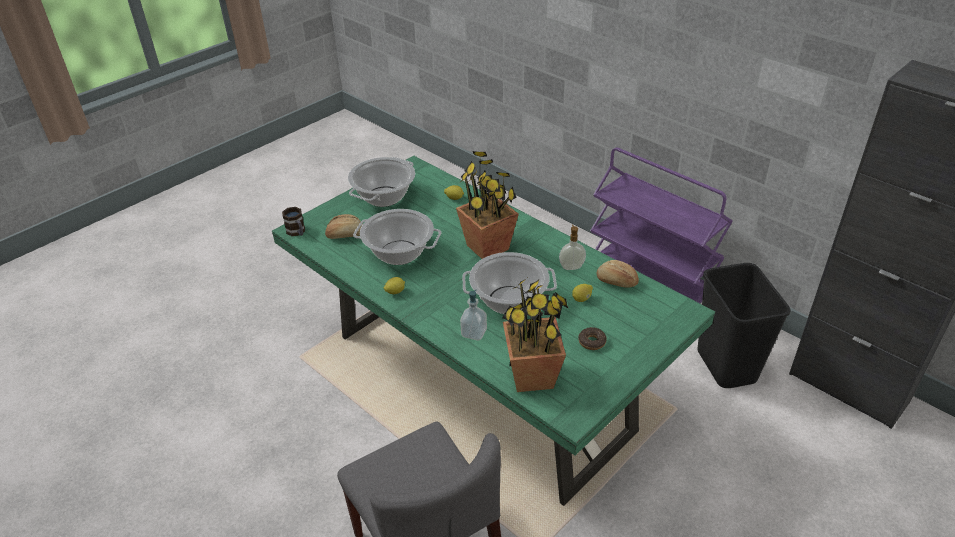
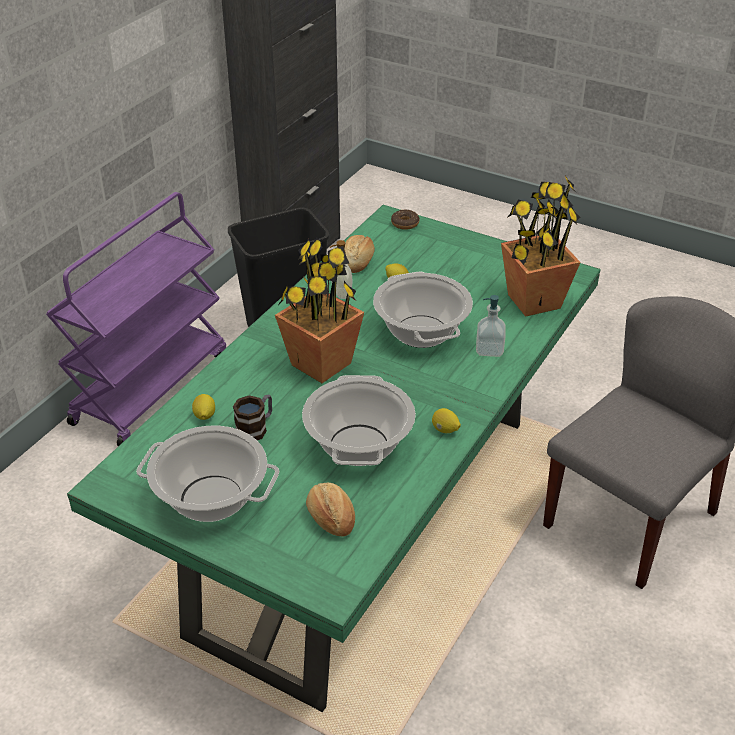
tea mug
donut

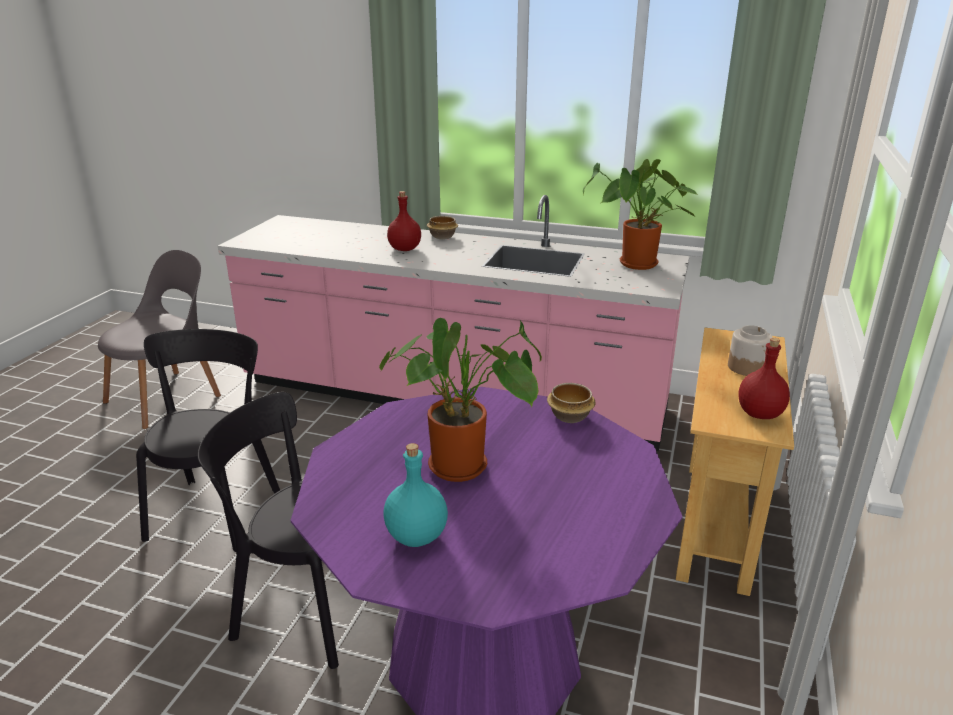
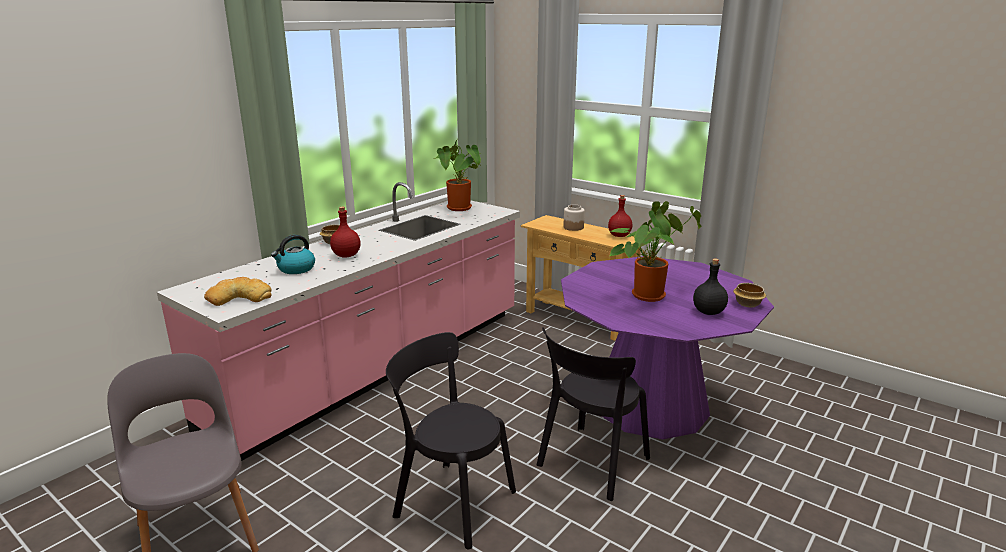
bread
kettle
deep dish (no. 2 from left)
drink bottle (black)

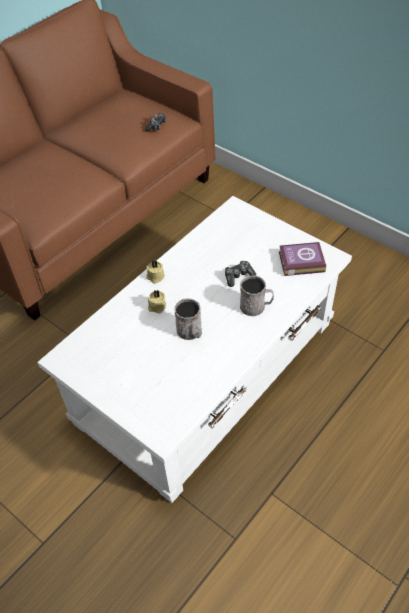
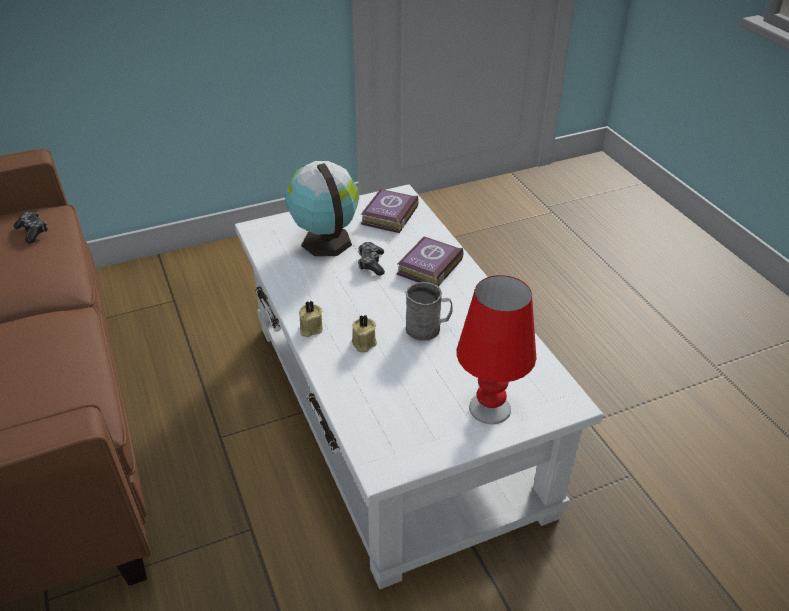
desk globe
table lamp (reddish)
volume (no. 2 from left)

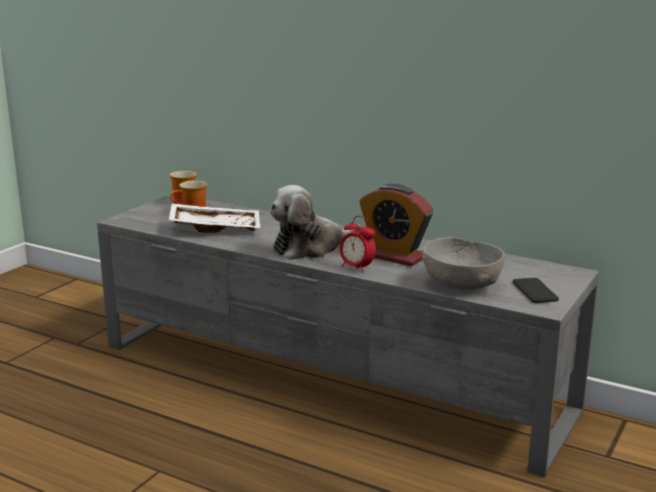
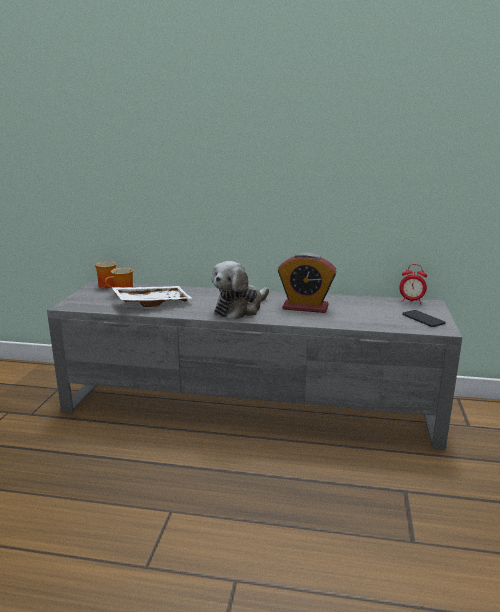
deep dish (grey)
table clock (no. 2 from left)

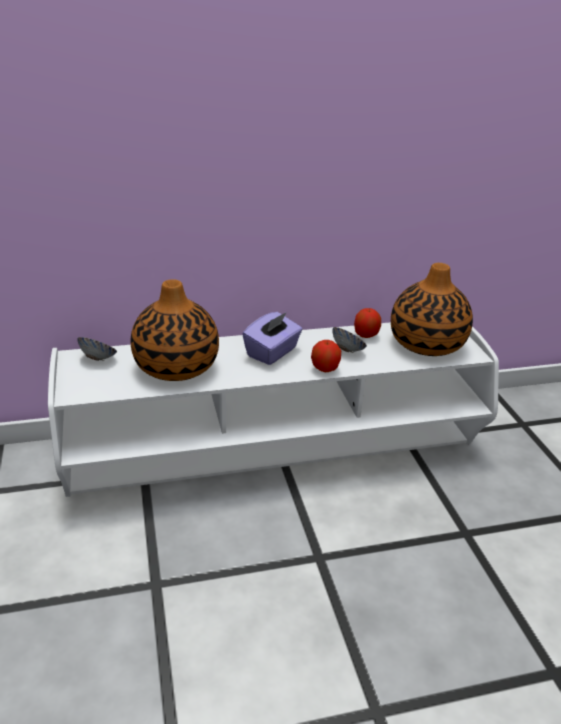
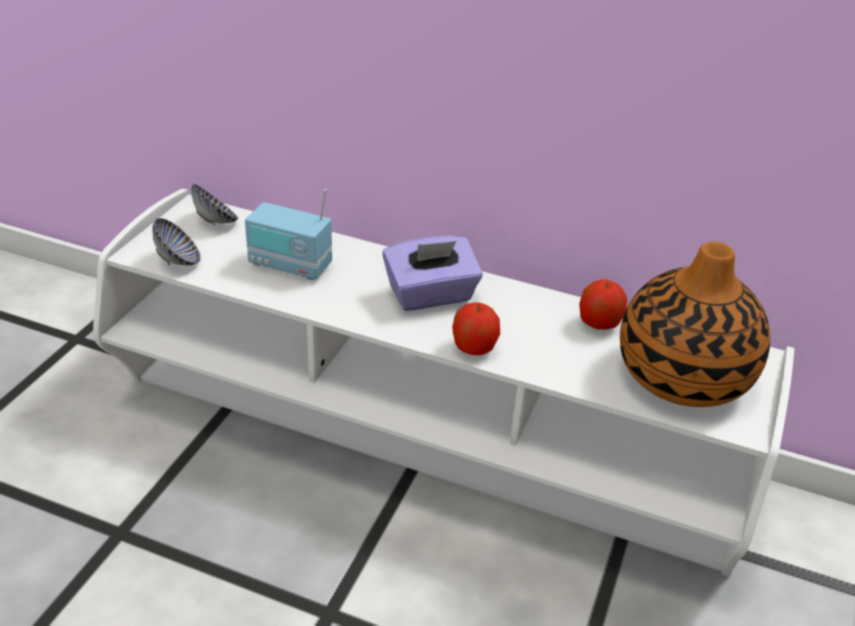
deep dish (no. 1 from left)
radio receiver

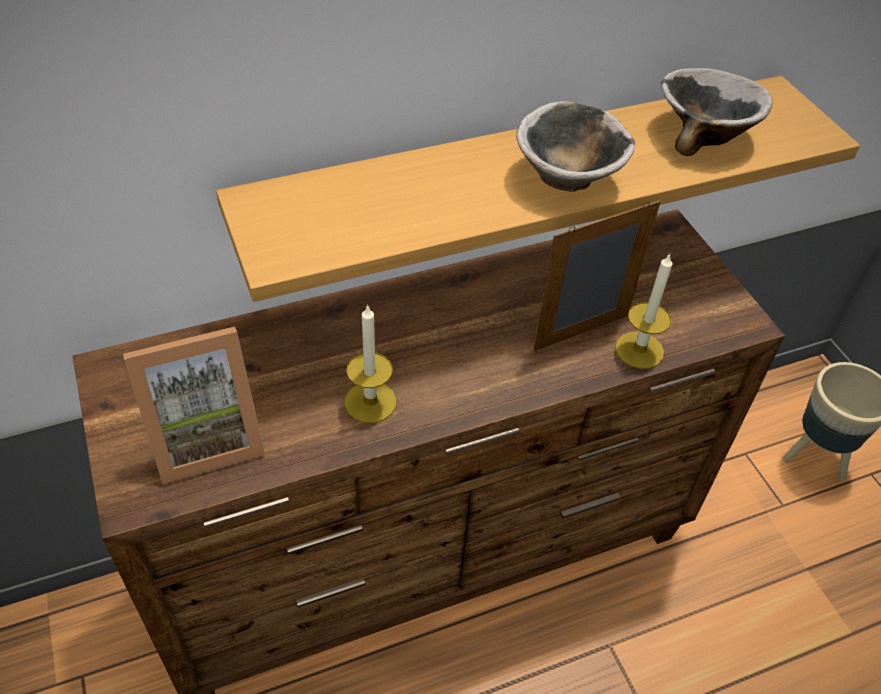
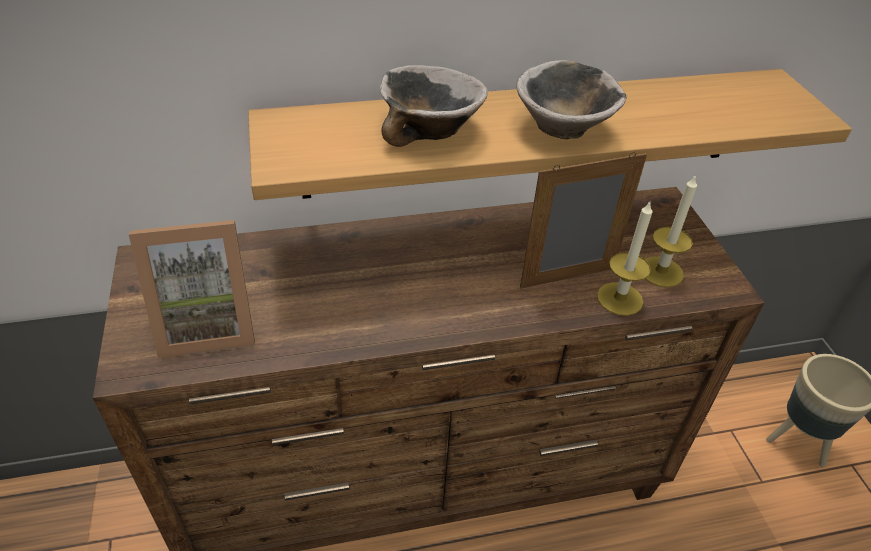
wax candle (no. 2 from left)
deep dish (no. 1 from left)

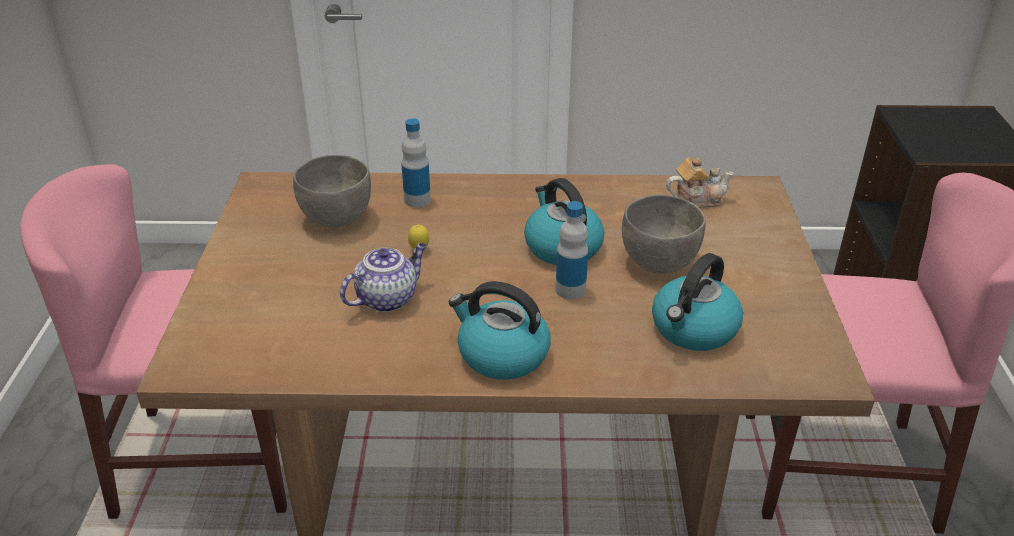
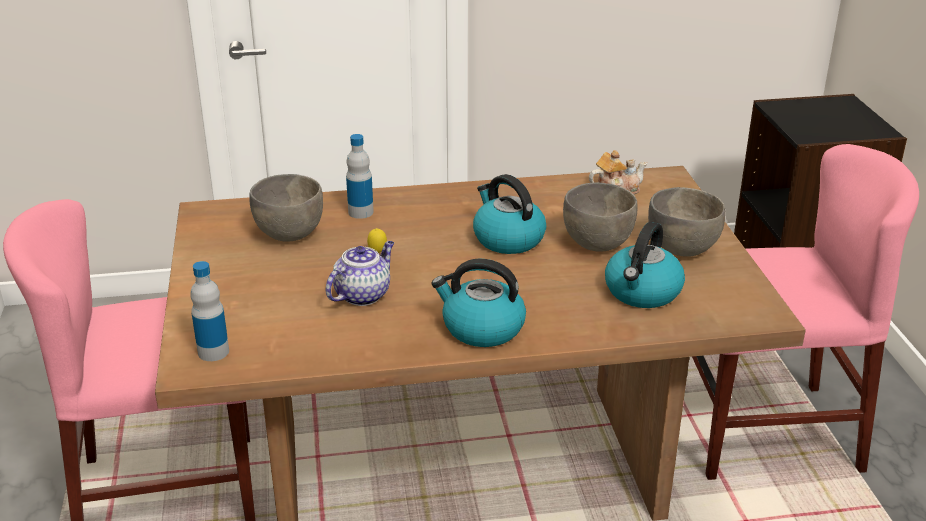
deep dish (grey) (no. 3 from left)
drink bottle (no. 1 from left)

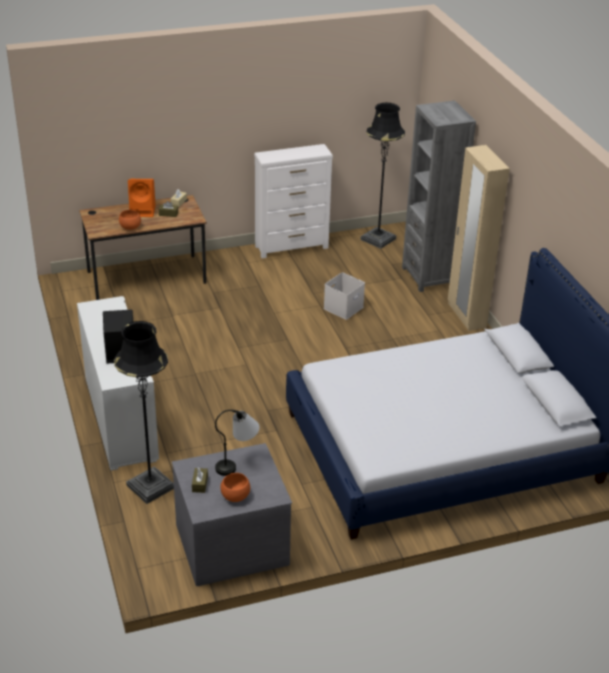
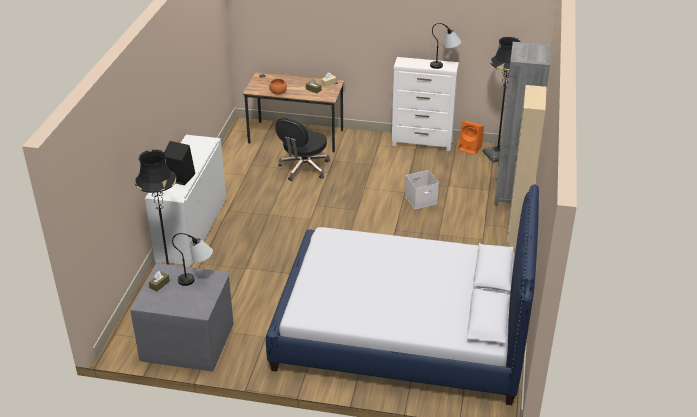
deep dish (orange) (no. 2 from left in the first image)
computer chair (black)
table lamp (no. 2 from left)
speaker (orange)

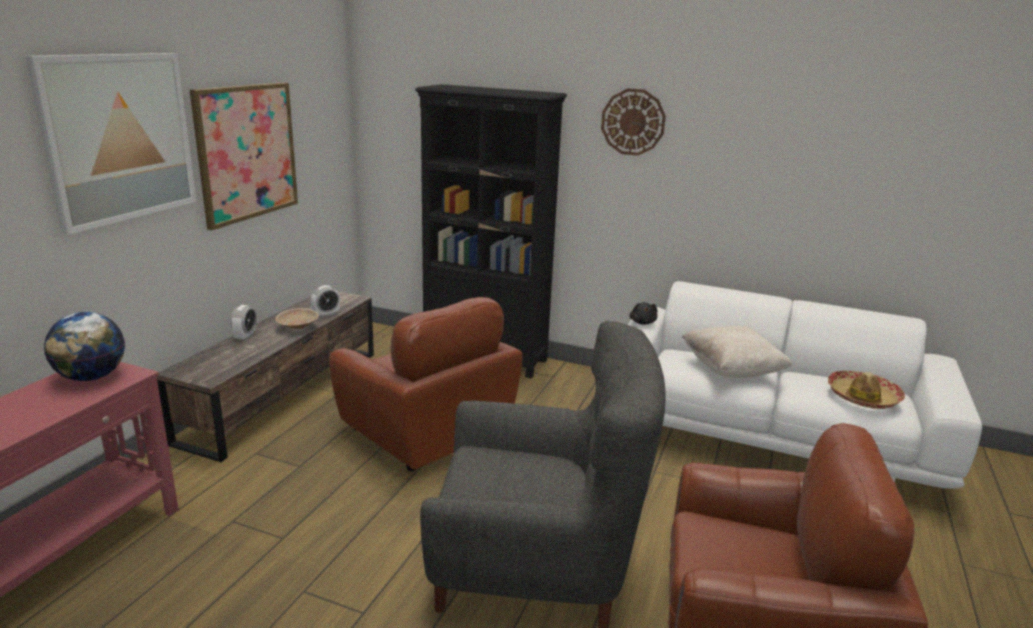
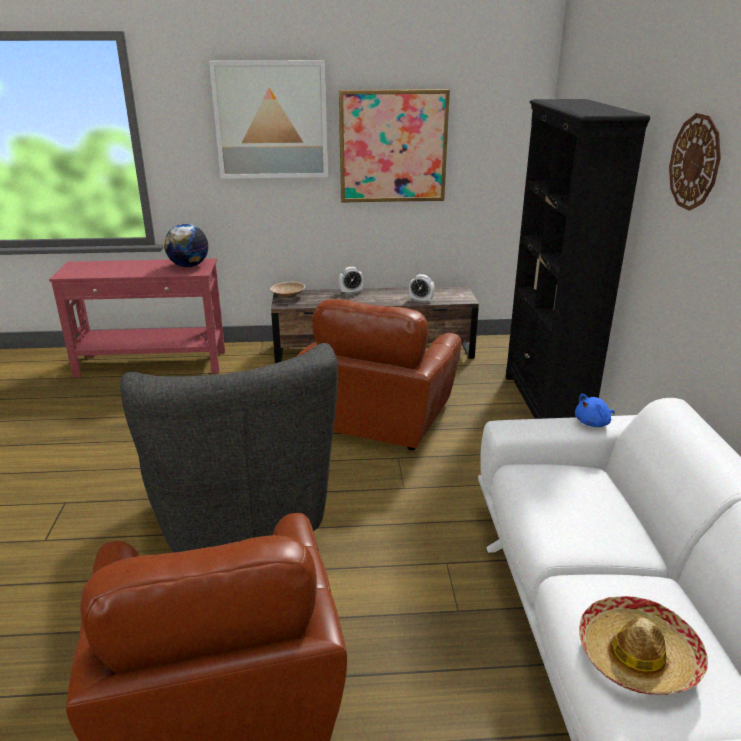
pillow (beige)
deep dish (beige)
cuddly toy (bluish)

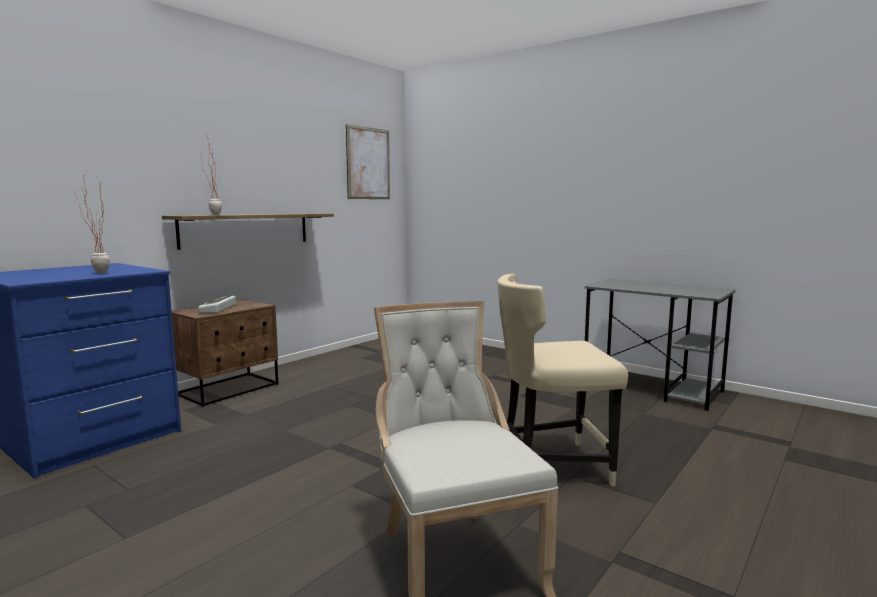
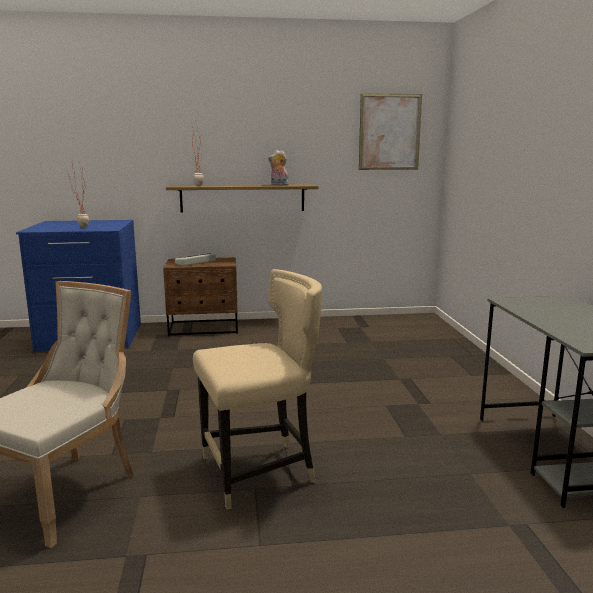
cuddly toy
upright chair (beige) (no. 2 from left)

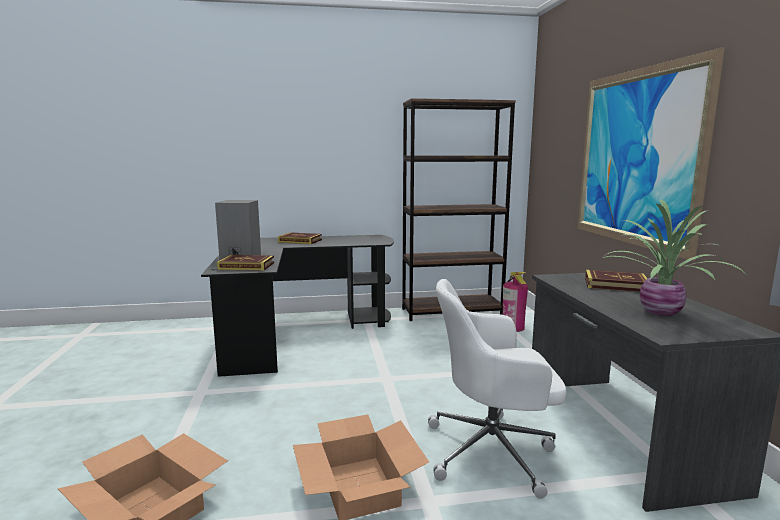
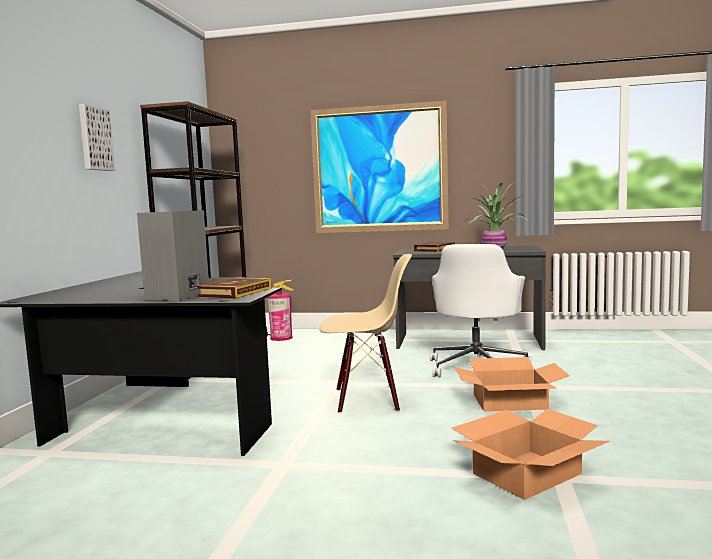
volume (no. 2 from left in the first image)
picture (no. 1 from left)
upright chair (beige)

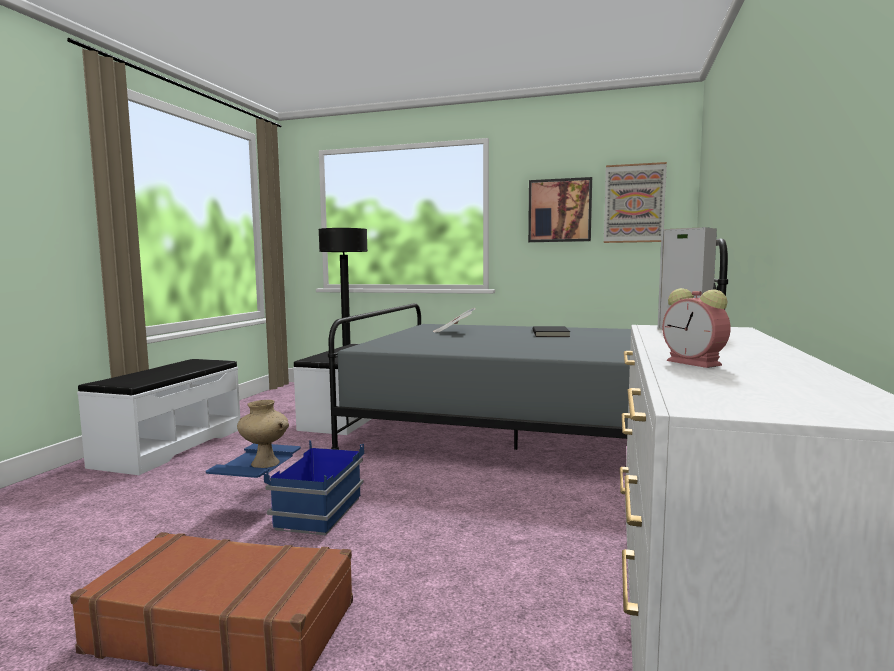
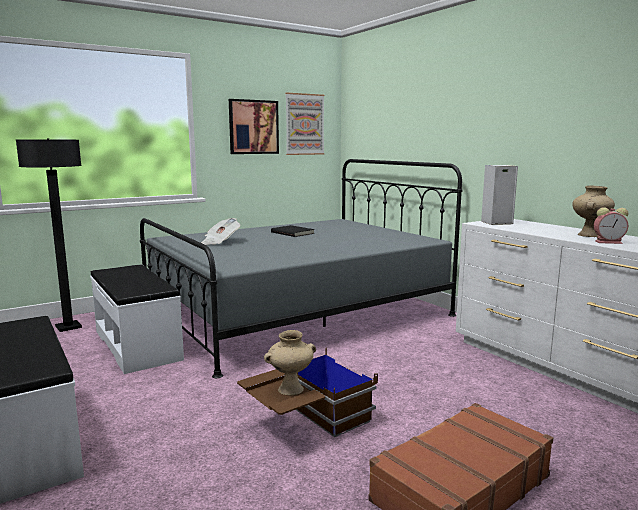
vase (beige) (no. 2 from left)
storage container (brownish)

